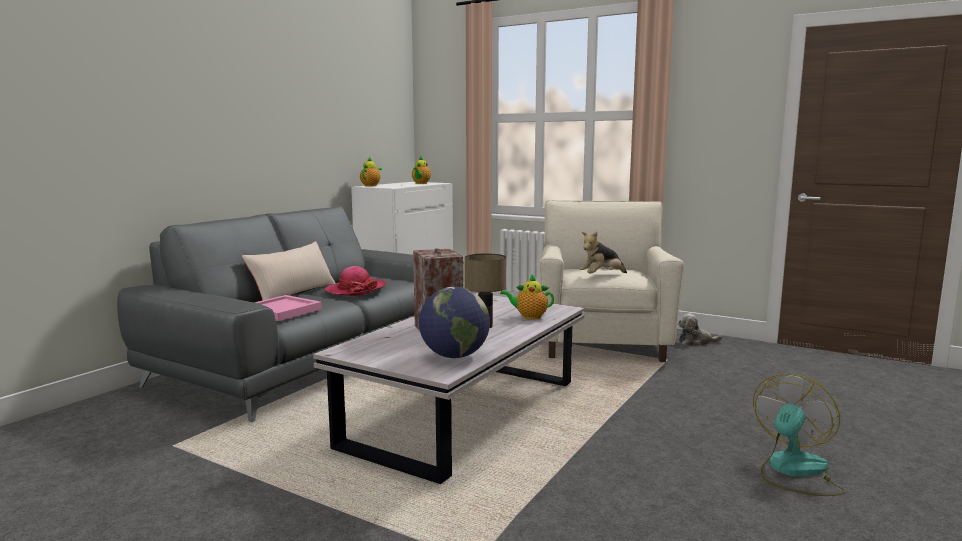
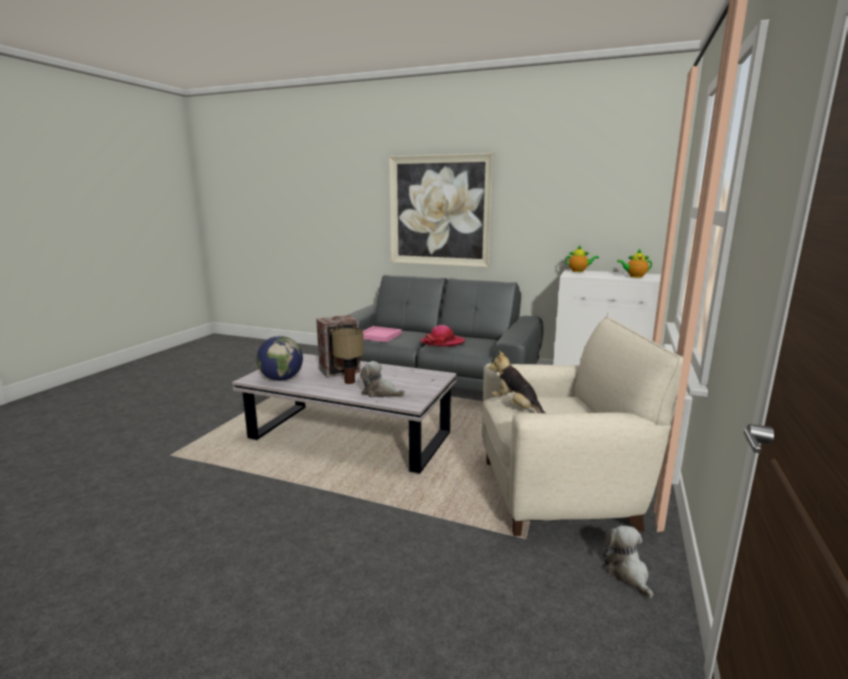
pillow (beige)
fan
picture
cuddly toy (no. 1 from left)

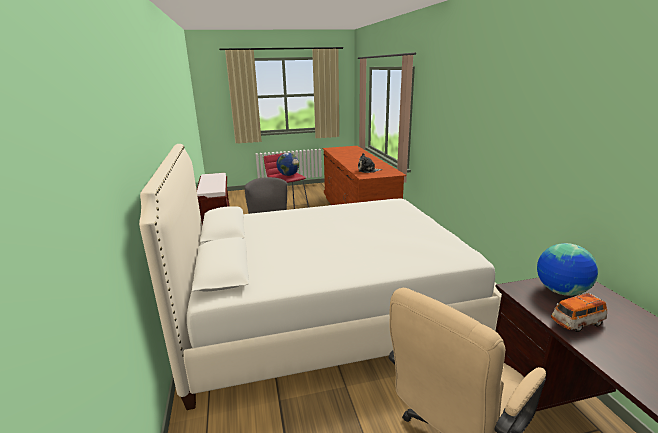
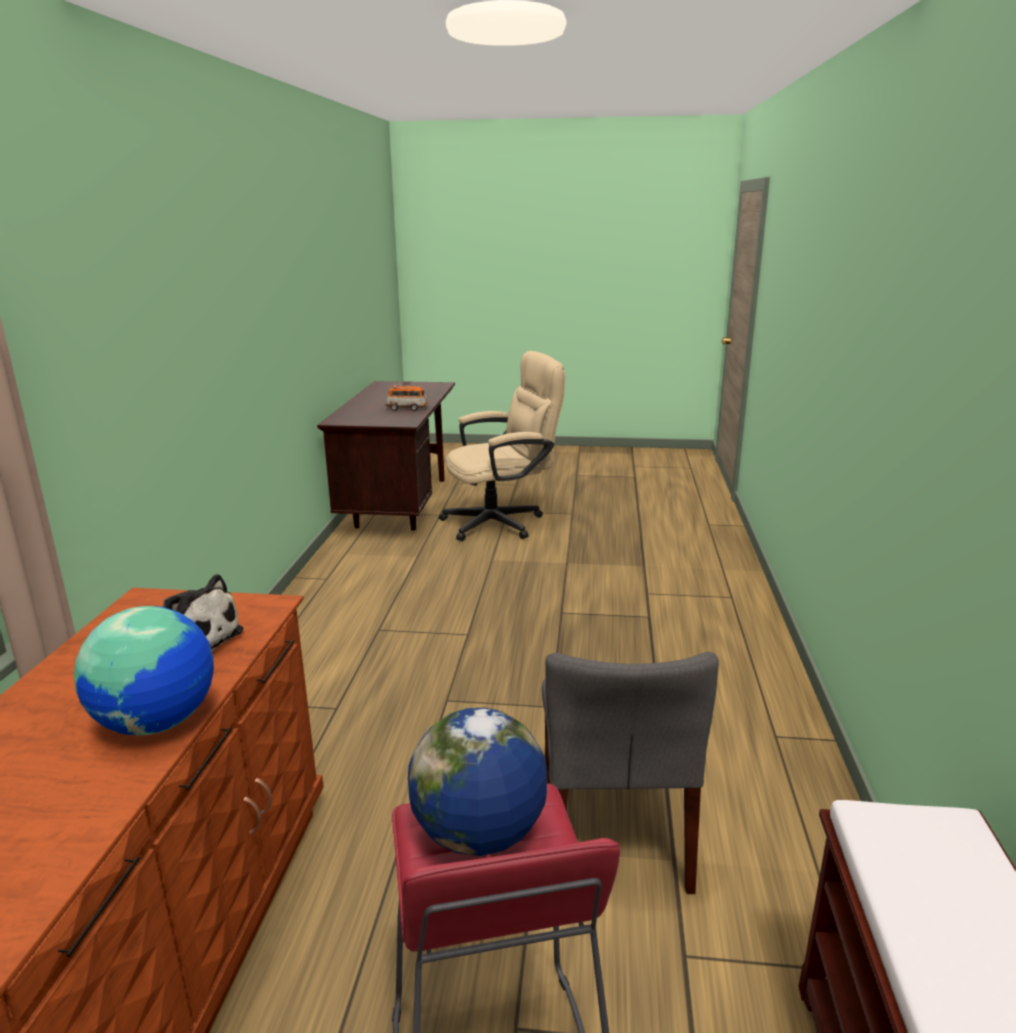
bed (white-coloured)
desk globe (no. 1 from left)

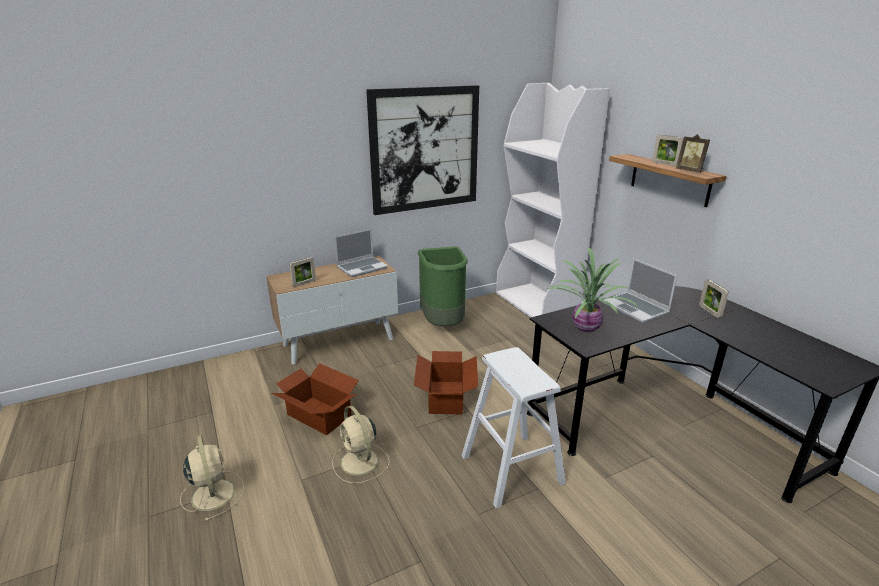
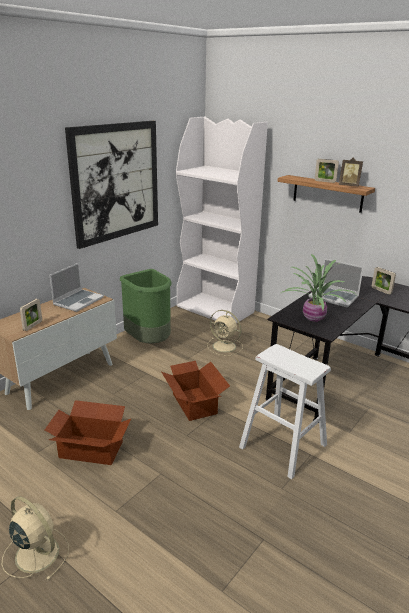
fan (beige) (no. 2 from left)

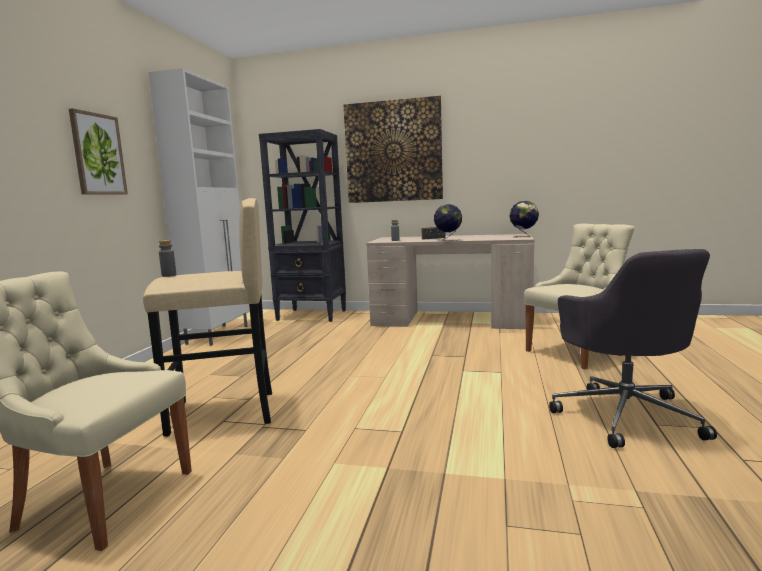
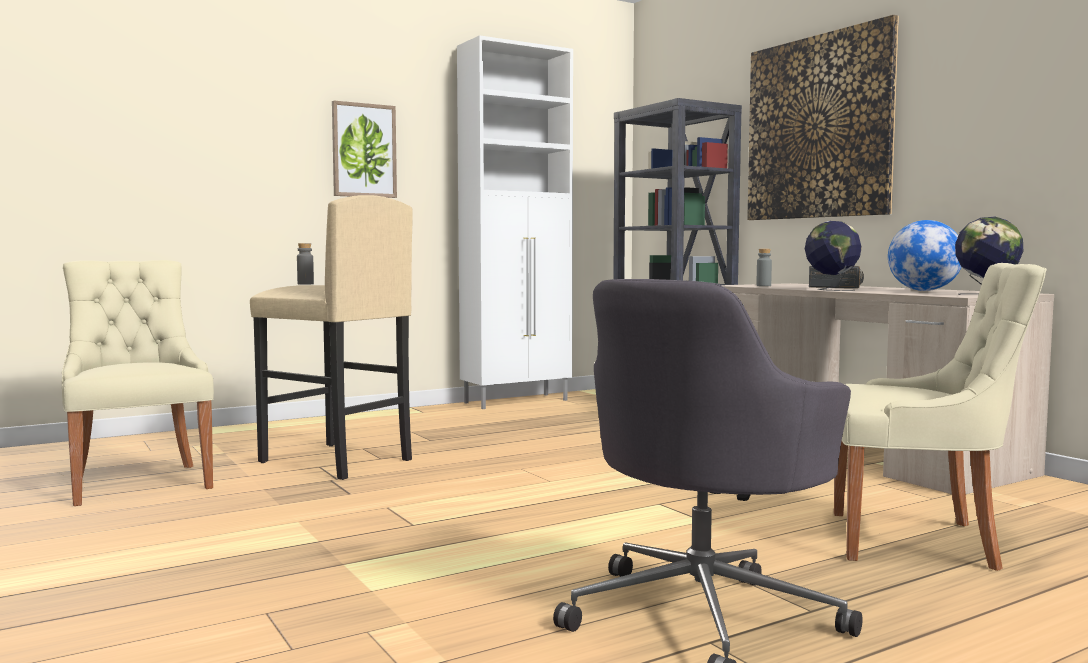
desk globe (no. 2 from left)

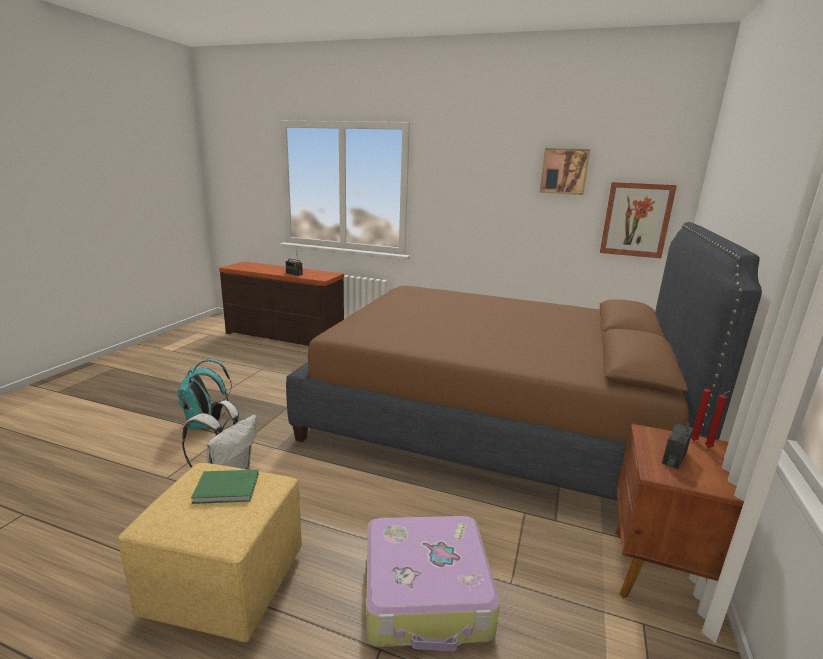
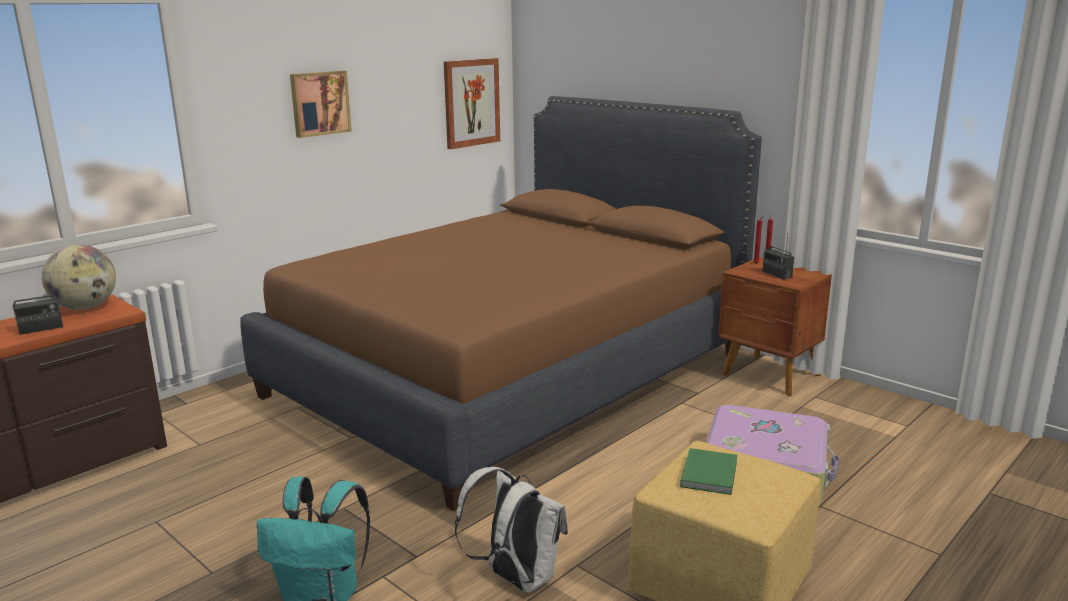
desk globe
picture (no. 1 from left)

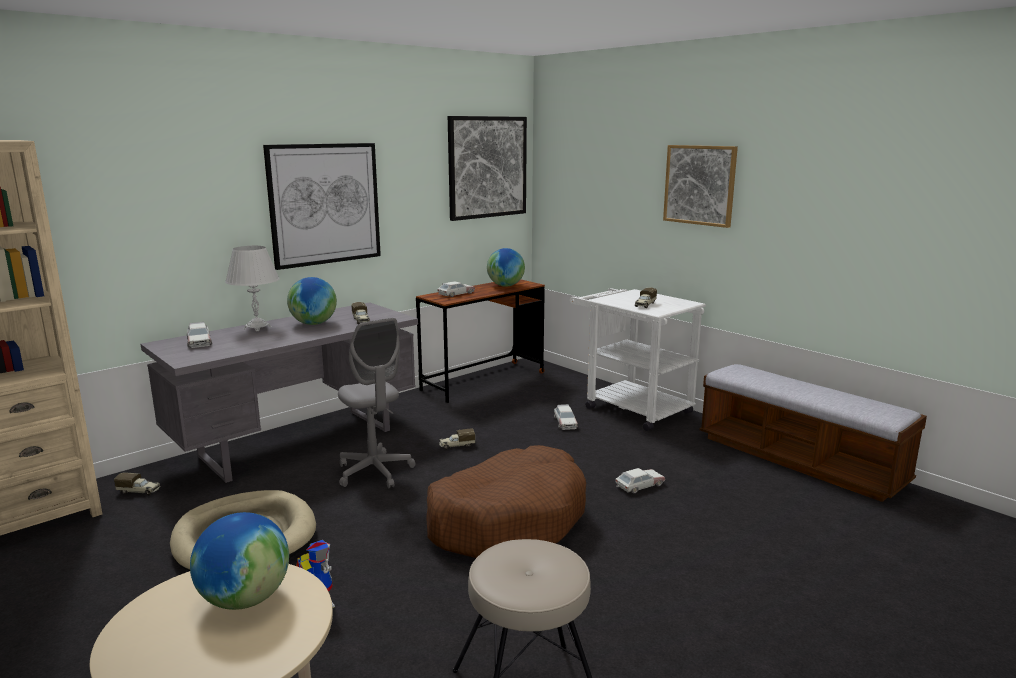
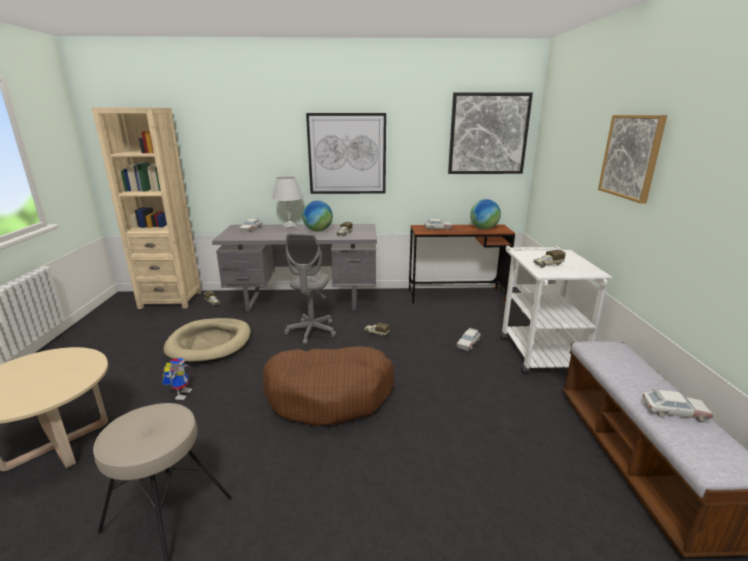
desk globe (no. 1 from left in the first image)
model car (no. 4 from left)

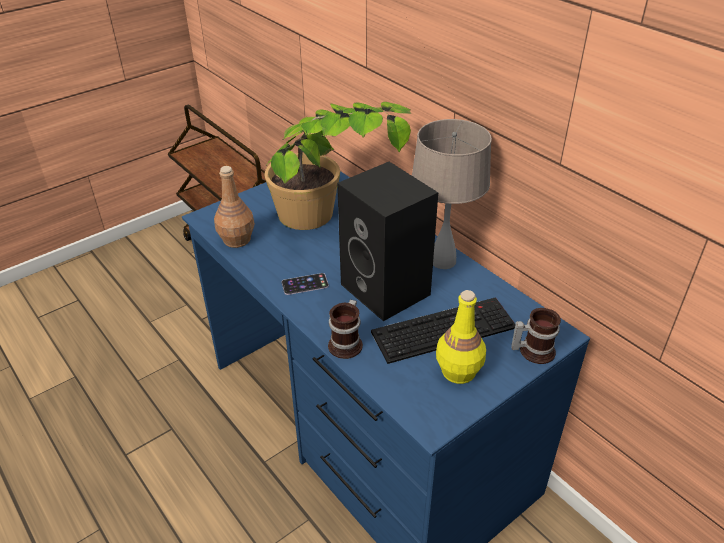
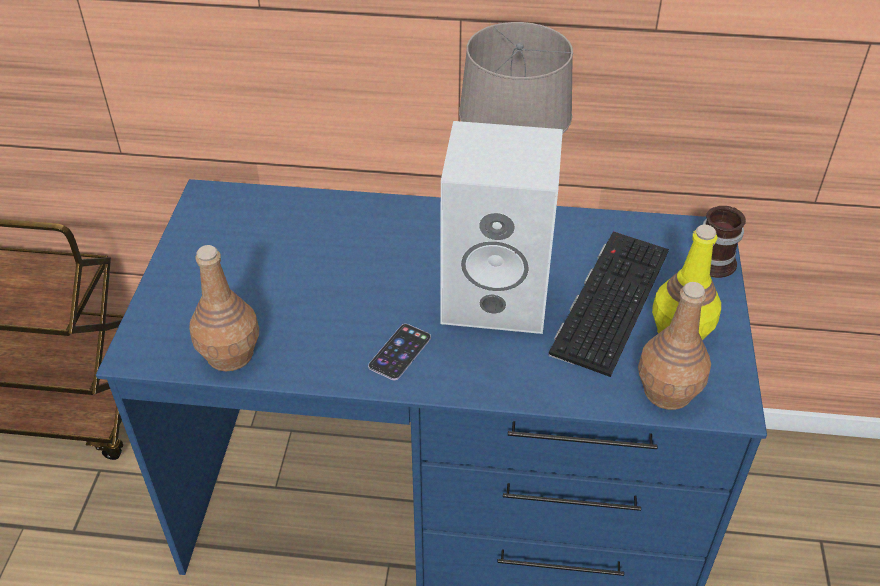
potted plant
tea mug (no. 1 from left in the first image)
drink bottle (brownish) (no. 2 from left)
speaker (white-coloured)

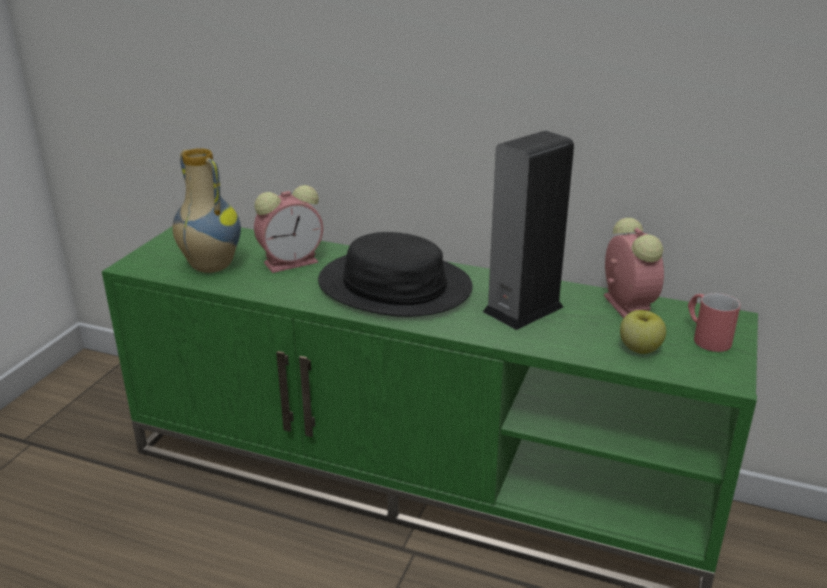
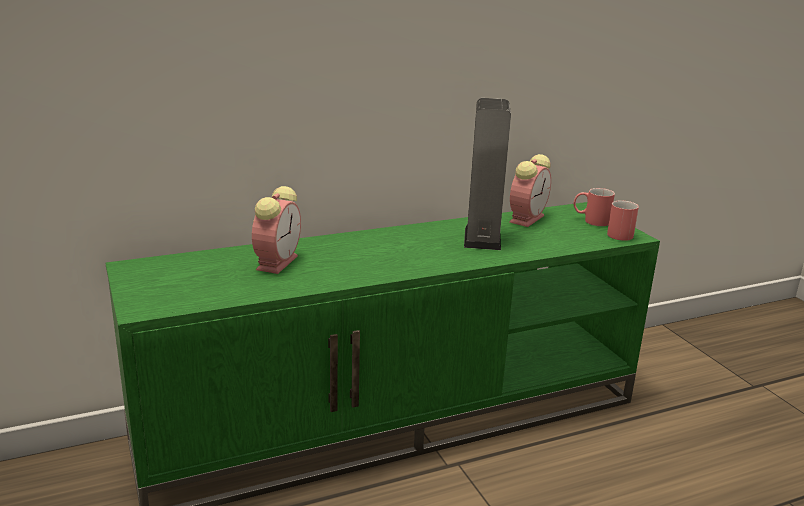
vase
wearable hat (black)
whole apple
tea mug (reddish) (no. 2 from left)
table clock (no. 2 from left)

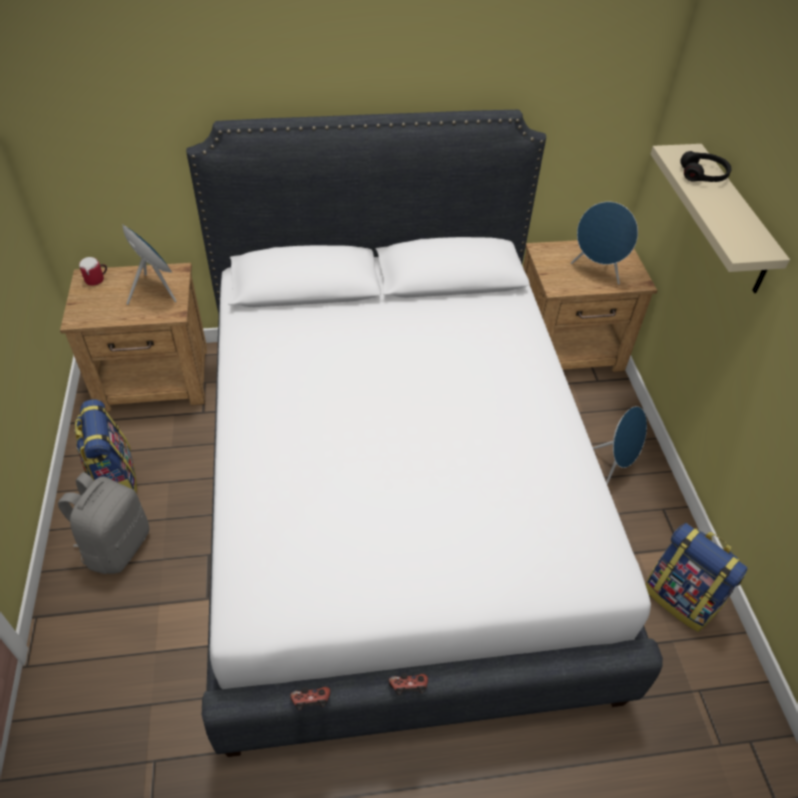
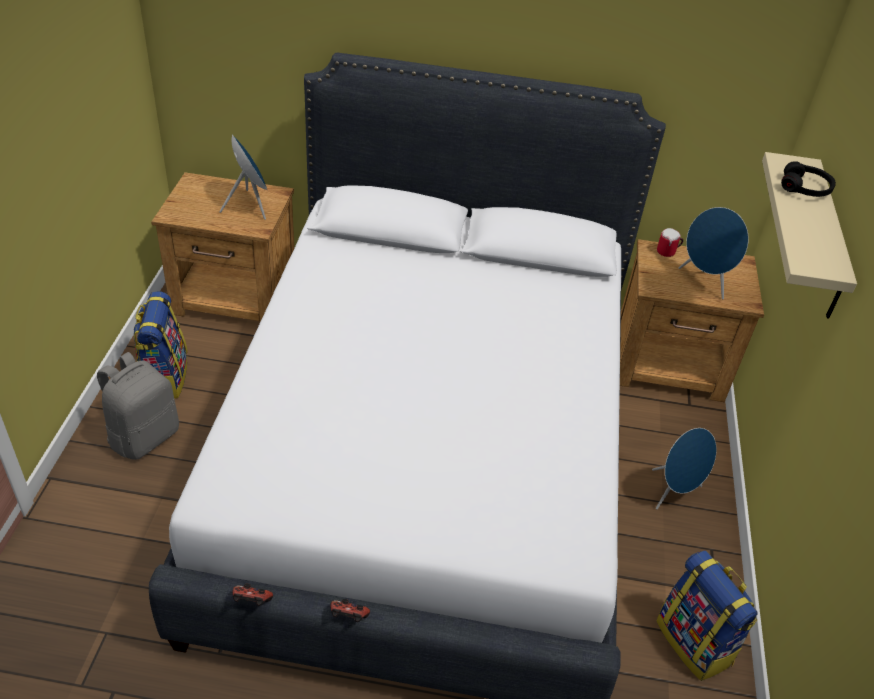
tea mug

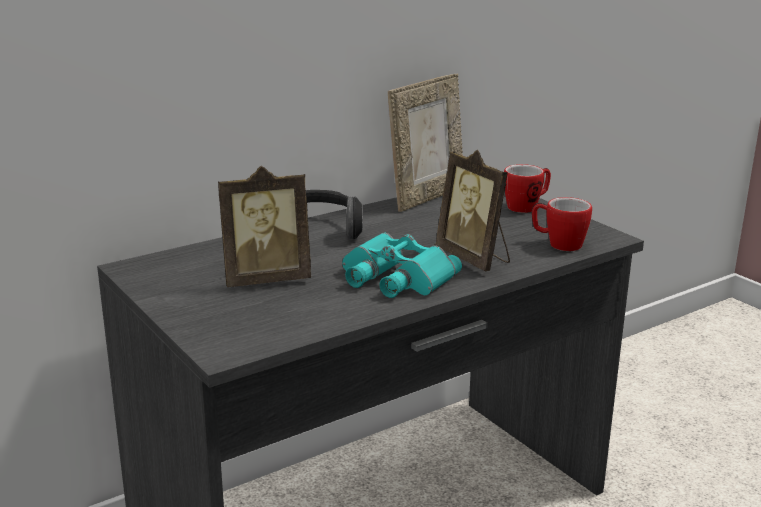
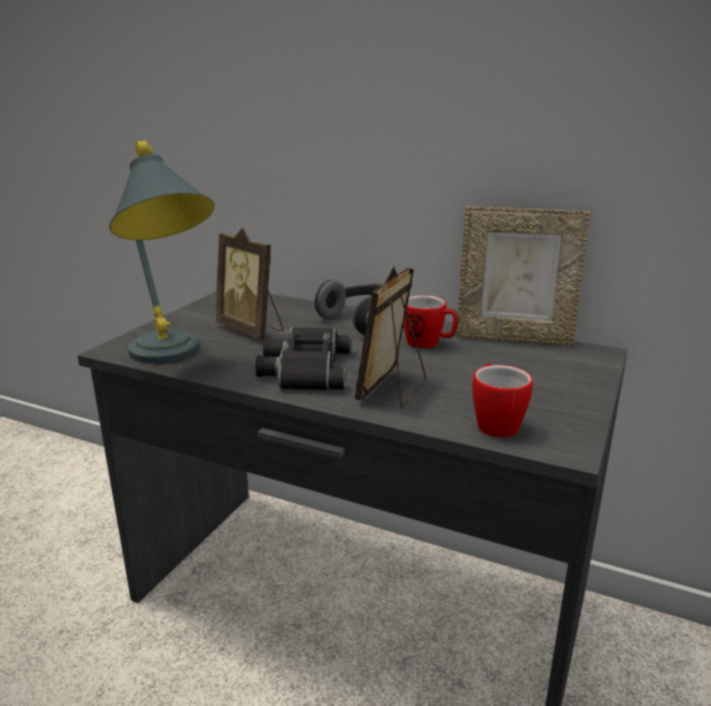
table lamp (grey)
tea mug (no. 1 from left)
pair of binoculars (black)

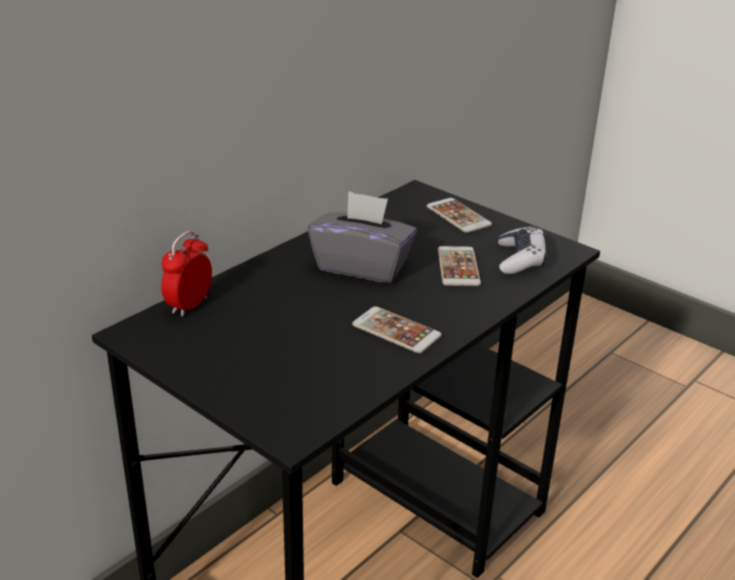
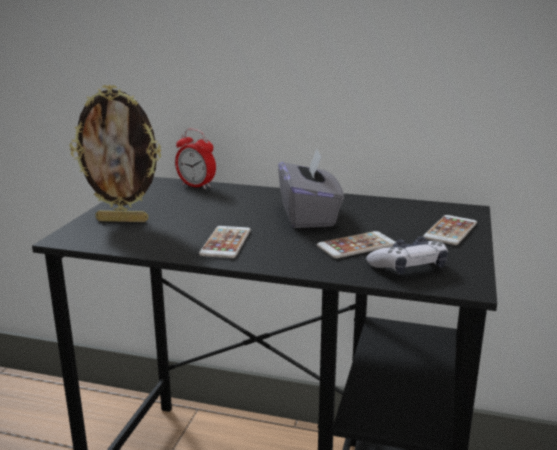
picture frame
table clock

